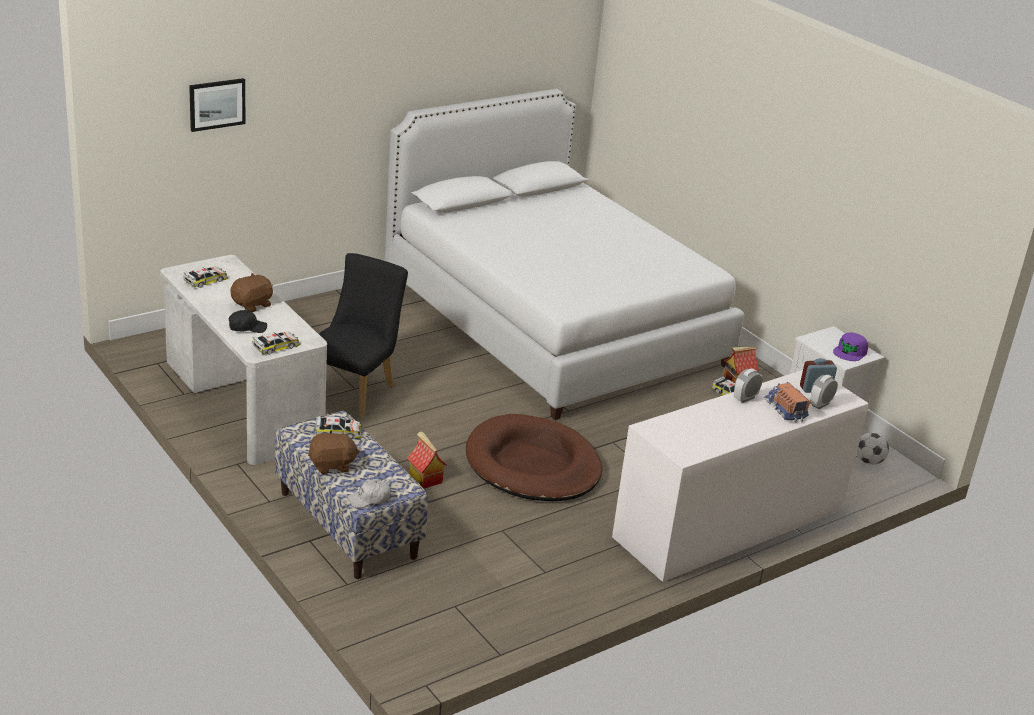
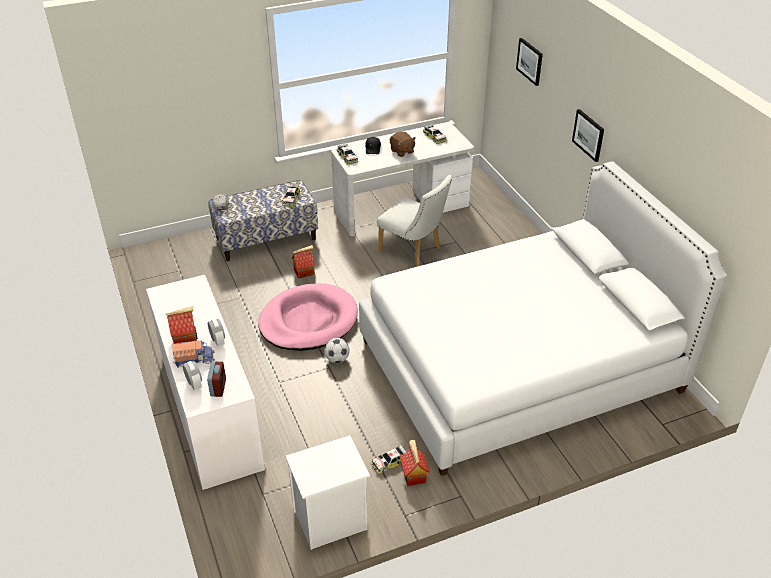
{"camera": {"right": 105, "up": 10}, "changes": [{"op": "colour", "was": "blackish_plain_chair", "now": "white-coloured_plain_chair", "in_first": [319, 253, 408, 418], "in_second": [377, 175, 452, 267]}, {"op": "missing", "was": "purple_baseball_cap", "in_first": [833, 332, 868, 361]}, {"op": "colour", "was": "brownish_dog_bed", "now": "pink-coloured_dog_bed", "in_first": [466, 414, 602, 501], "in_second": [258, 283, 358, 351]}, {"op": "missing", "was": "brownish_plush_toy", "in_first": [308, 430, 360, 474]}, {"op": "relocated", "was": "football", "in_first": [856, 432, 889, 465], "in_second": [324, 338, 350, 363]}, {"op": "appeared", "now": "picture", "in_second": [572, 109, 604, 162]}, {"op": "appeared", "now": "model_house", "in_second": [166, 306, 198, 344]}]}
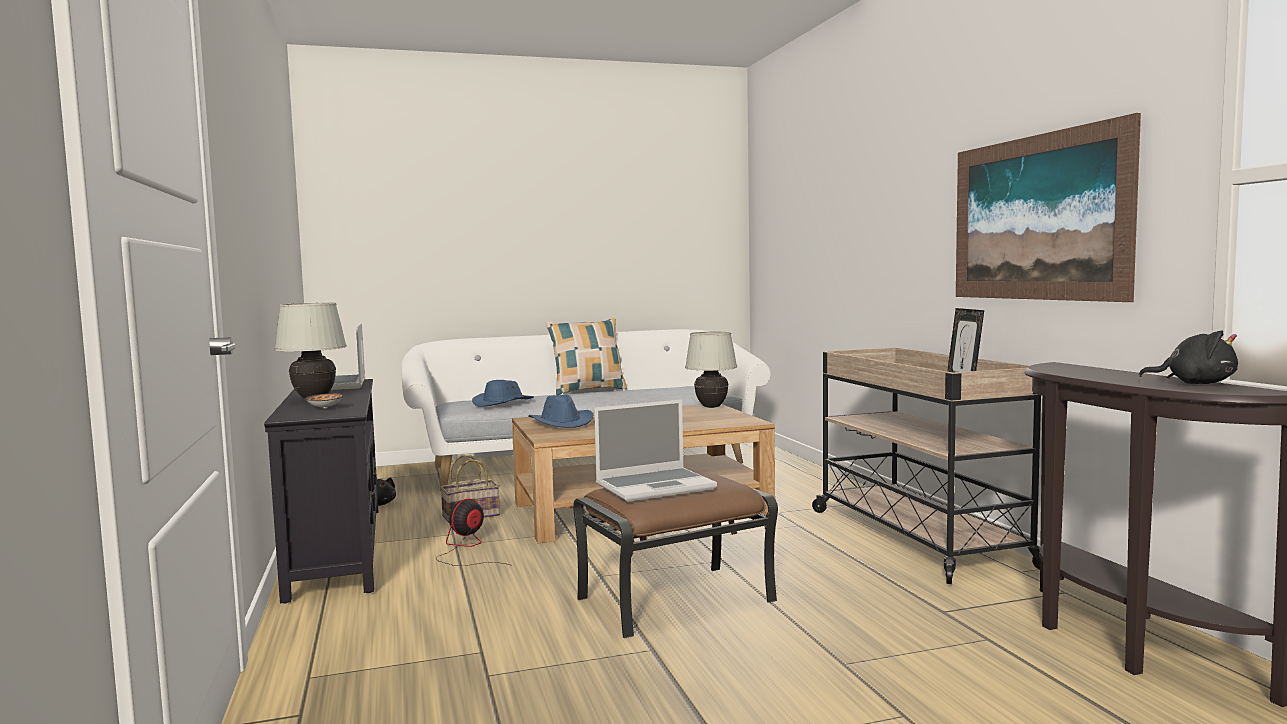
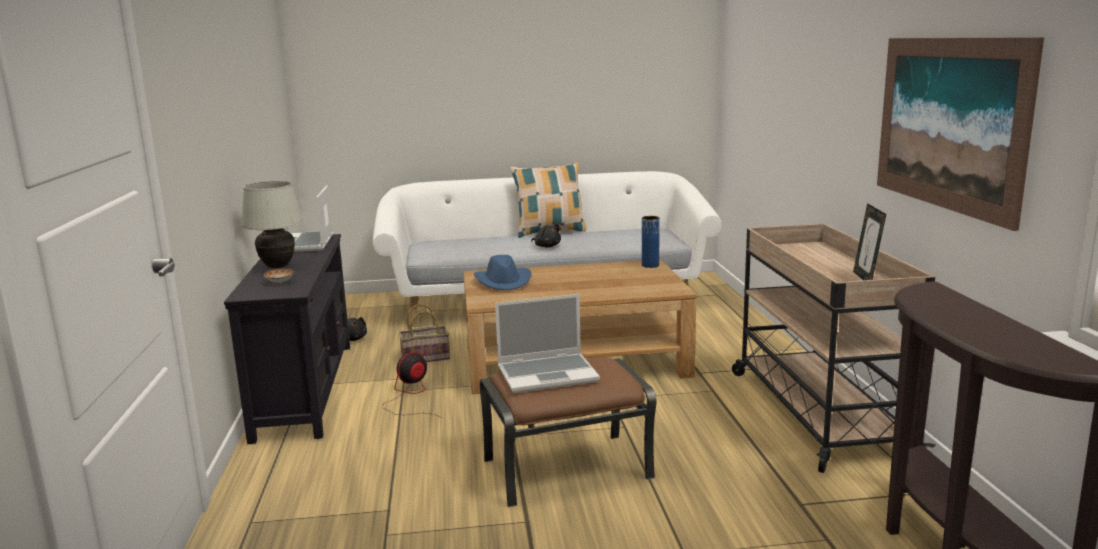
{"camera": {"right": 10, "up": 10}, "changes": [{"op": "relocated", "was": "blackish_plush_toy", "in_first": [1139, 331, 1238, 384], "in_second": [531, 224, 561, 247]}, {"op": "exchanged", "was": "white-coloured_tabletop_lamp", "now": "blue-coloured_flower_vase", "in_first": [685, 332, 737, 408], "in_second": [642, 216, 660, 268]}, {"op": "missing", "was": "blue-coloured_wearable_hat", "in_first": [472, 380, 534, 407]}]}
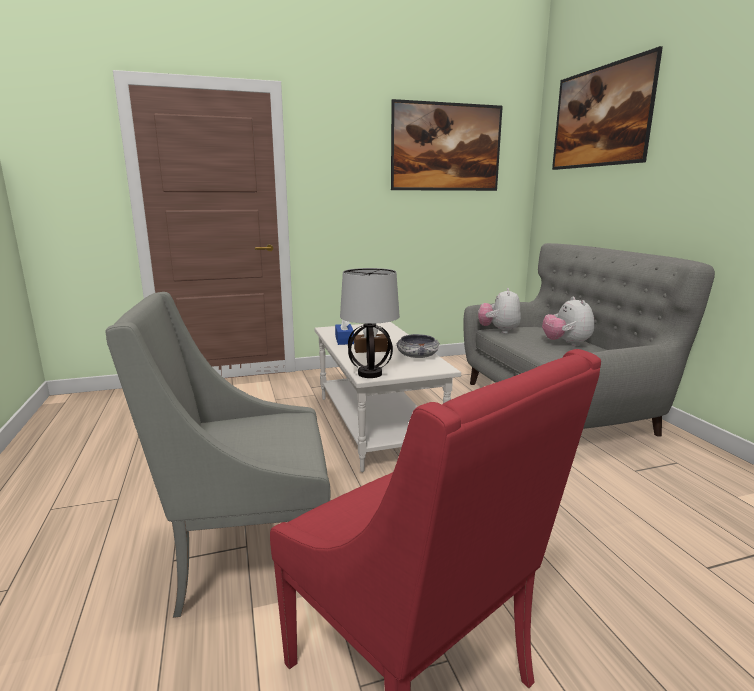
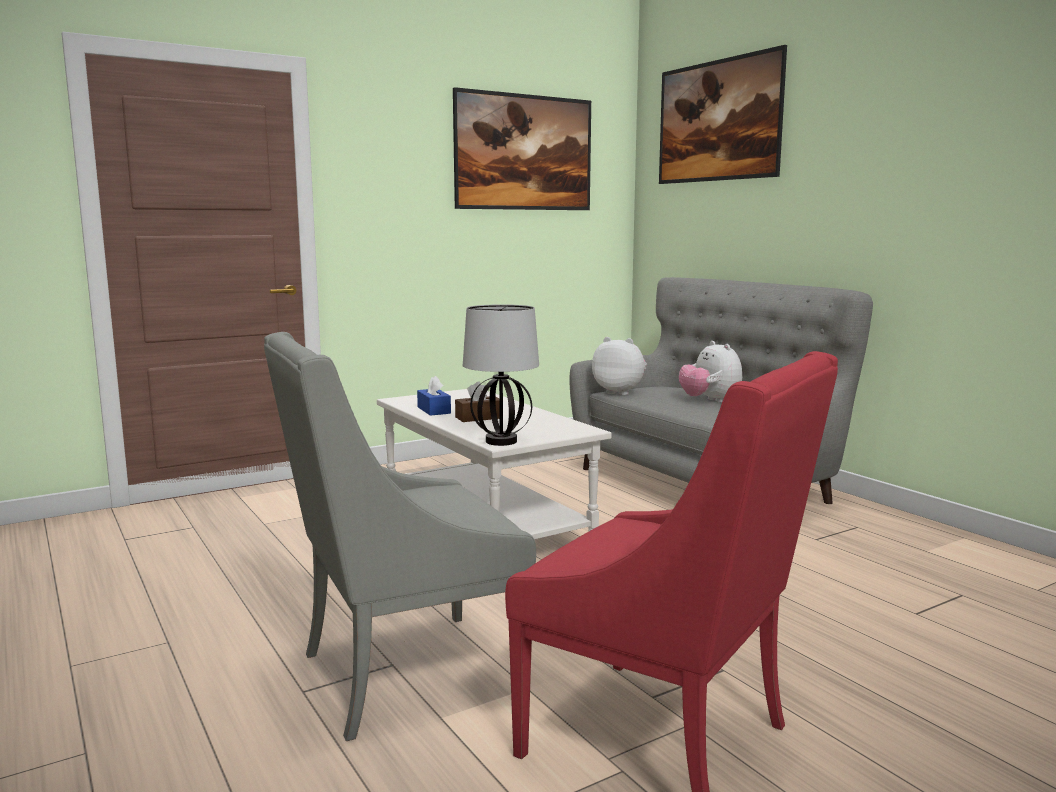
{"camera": {"right": -15, "up": -5}, "changes": [{"op": "spun", "was": "plush_toy", "in_first": [478, 288, 521, 333], "in_second": [592, 337, 647, 395], "clockwise": 120}, {"op": "missing", "was": "bowl", "in_first": [396, 334, 440, 358]}]}
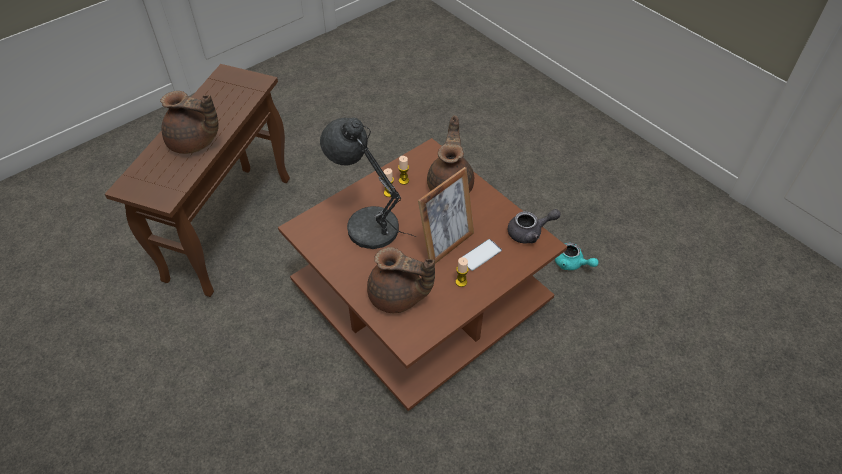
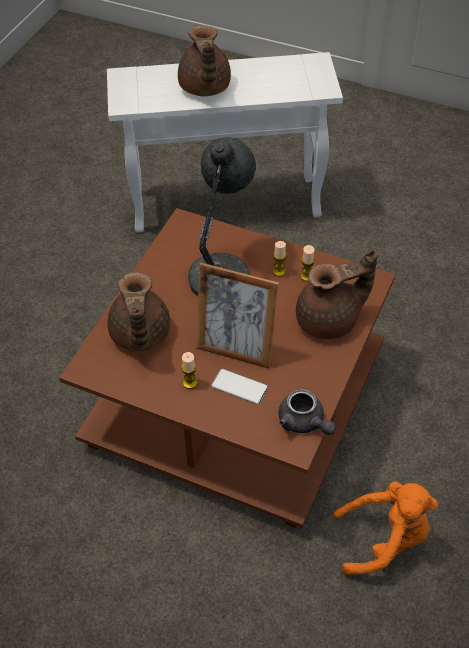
{"camera": {"right": 65, "up": 0}, "changes": [{"op": "colour", "was": "brownish_end_table", "now": "white-coloured_end_table", "in_first": [105, 64, 290, 297], "in_second": [107, 52, 343, 232]}, {"op": "exchanged", "was": "turquoise_pot_for_tea", "now": "orangey_plush_toy", "in_first": [555, 243, 599, 270], "in_second": [333, 481, 438, 575]}]}
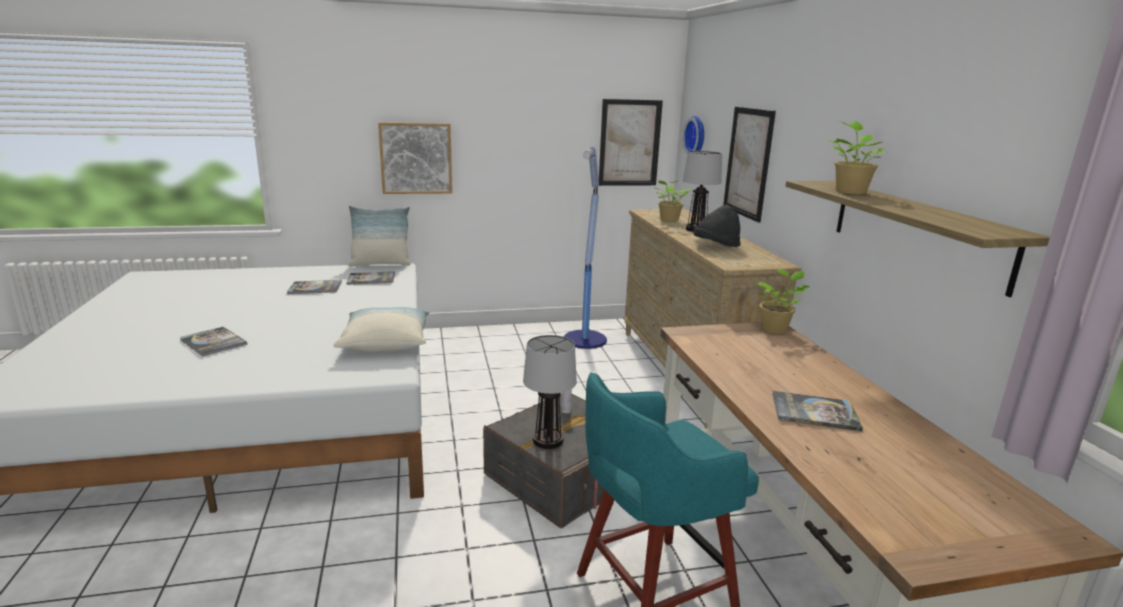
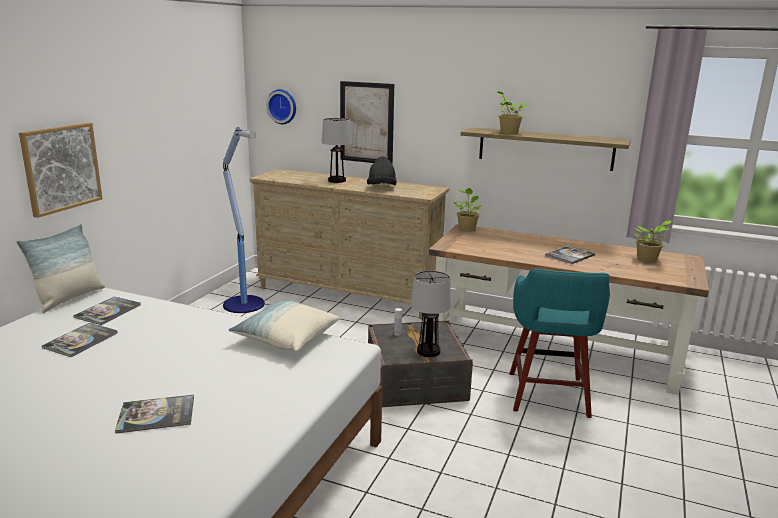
{"camera": {"right": -55, "up": 0}, "changes": [{"op": "missing", "was": "picture", "in_first": [599, 99, 663, 186]}, {"op": "relocated", "was": "plant_in_a_pot", "in_first": [654, 180, 691, 222], "in_second": [634, 220, 671, 263]}]}
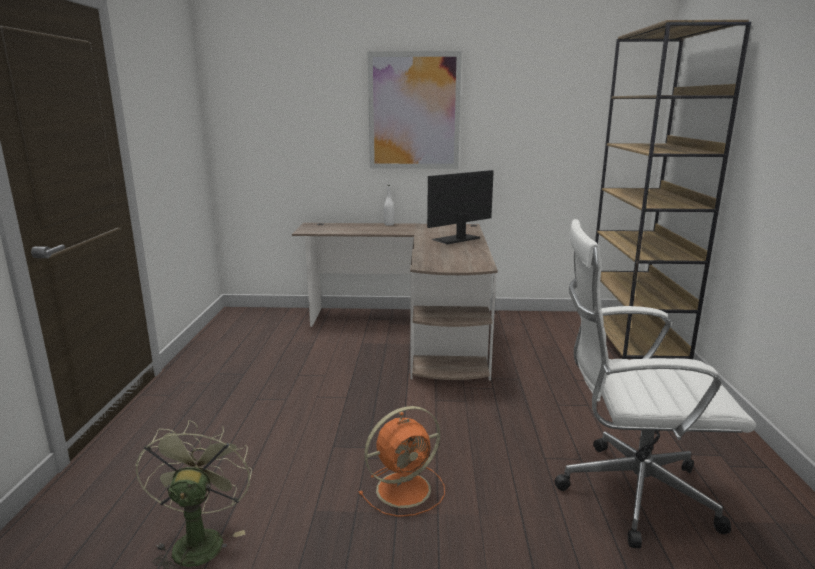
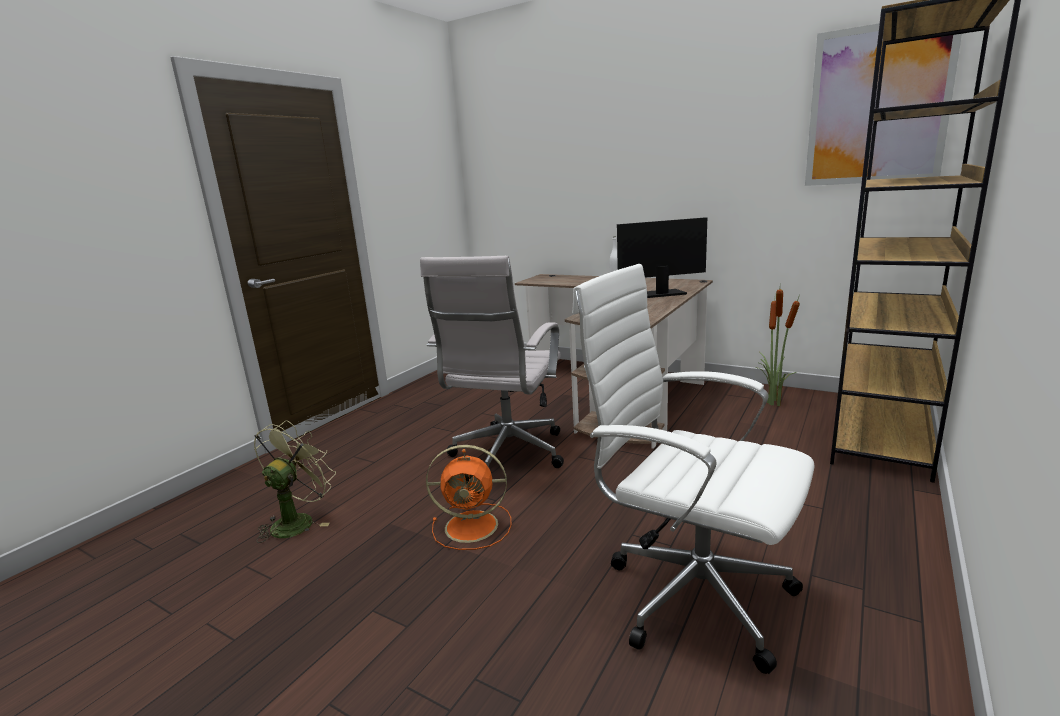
{"camera": {"right": 30, "up": 0}, "changes": [{"op": "relocated", "was": "picture", "in_first": [368, 51, 462, 169], "in_second": [805, 23, 962, 186]}, {"op": "appeared", "now": "white-coloured_office_chair", "in_second": [420, 256, 564, 468]}, {"op": "appeared", "now": "plant_in_a_pot", "in_second": [755, 289, 800, 406]}]}
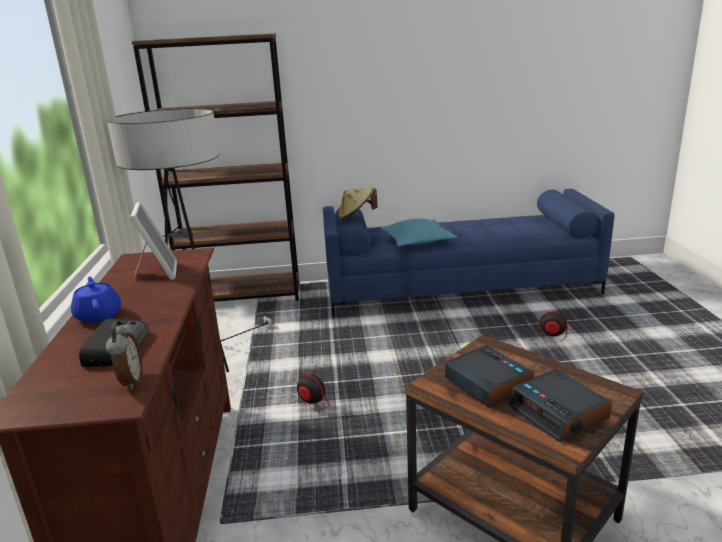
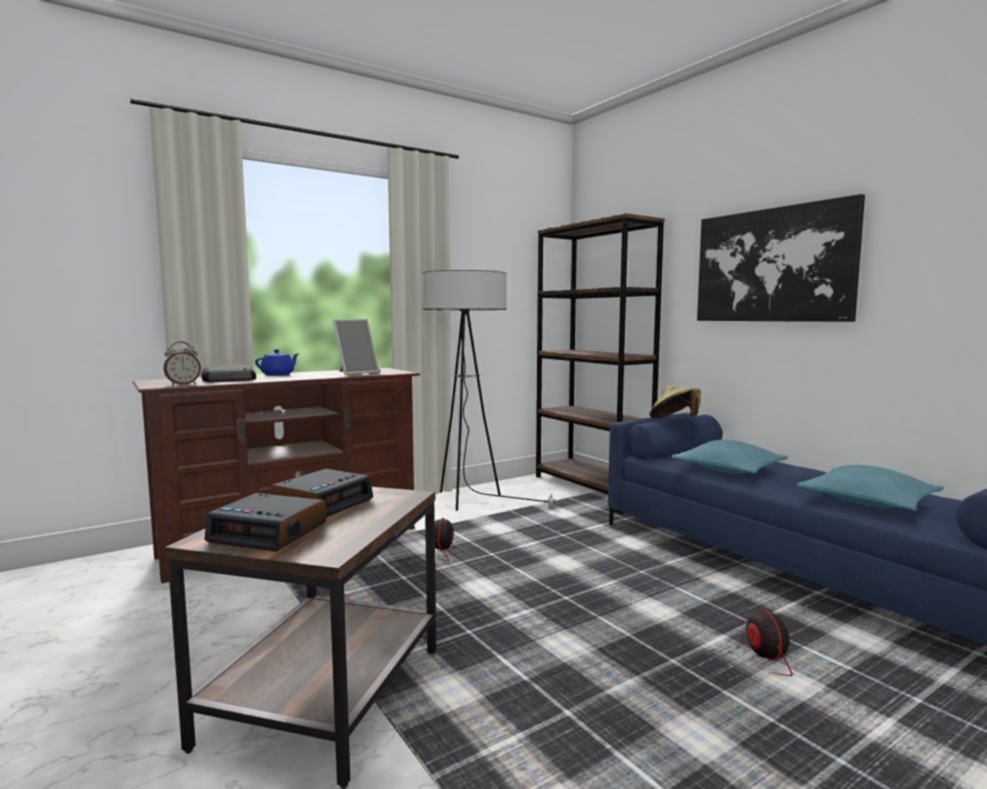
{"camera": {"right": 60, "up": -15}, "changes": [{"op": "spun", "was": "table_clock", "in_first": [509, 369, 612, 442], "in_second": [204, 493, 326, 552], "clockwise": -105}, {"op": "appeared", "now": "picture", "in_second": [697, 194, 865, 322]}, {"op": "appeared", "now": "turquoise_throw_pillow", "in_second": [797, 465, 944, 511]}]}
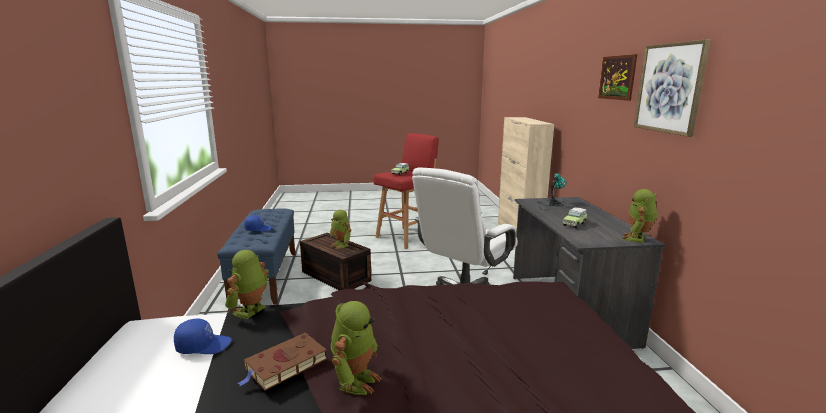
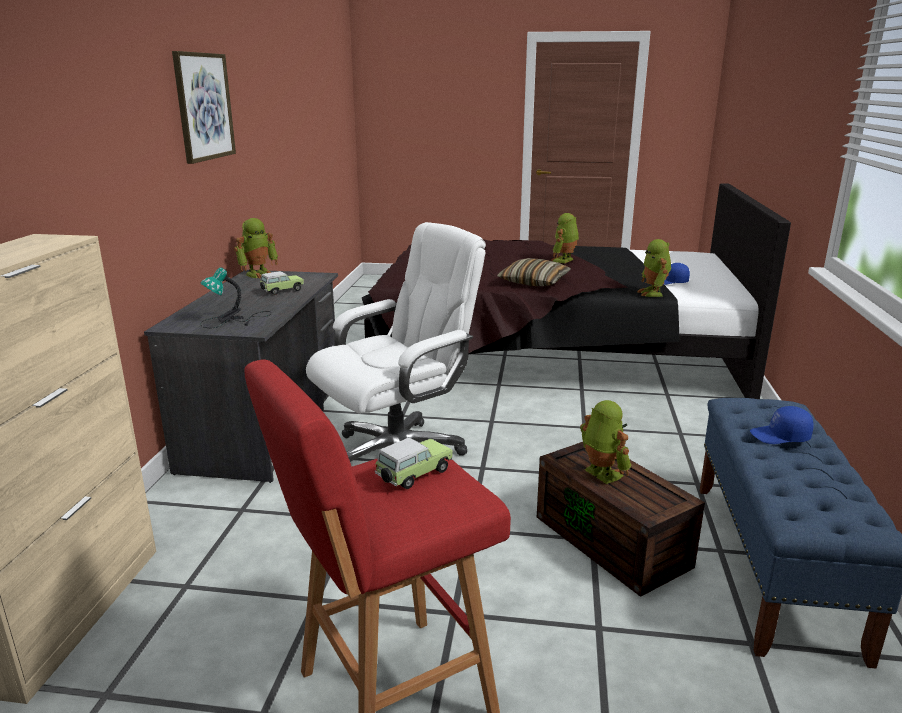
{"camera": {"right": -165, "up": 5}, "changes": [{"op": "missing", "was": "picture", "in_first": [598, 54, 637, 101]}, {"op": "spun", "was": "robot_figure", "in_first": [225, 250, 269, 319], "in_second": [637, 239, 671, 297], "clockwise": 135}, {"op": "missing", "was": "brownish_bound_book", "in_first": [238, 333, 327, 391]}, {"op": "appeared", "now": "throw_pillow", "in_second": [497, 258, 571, 286]}]}
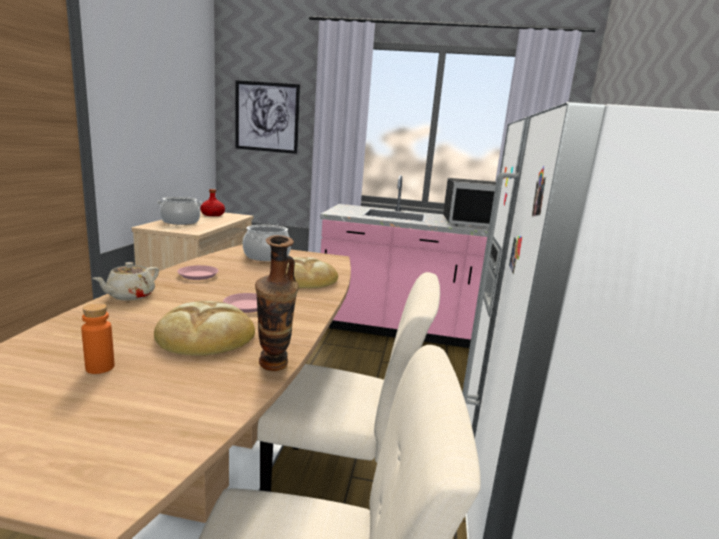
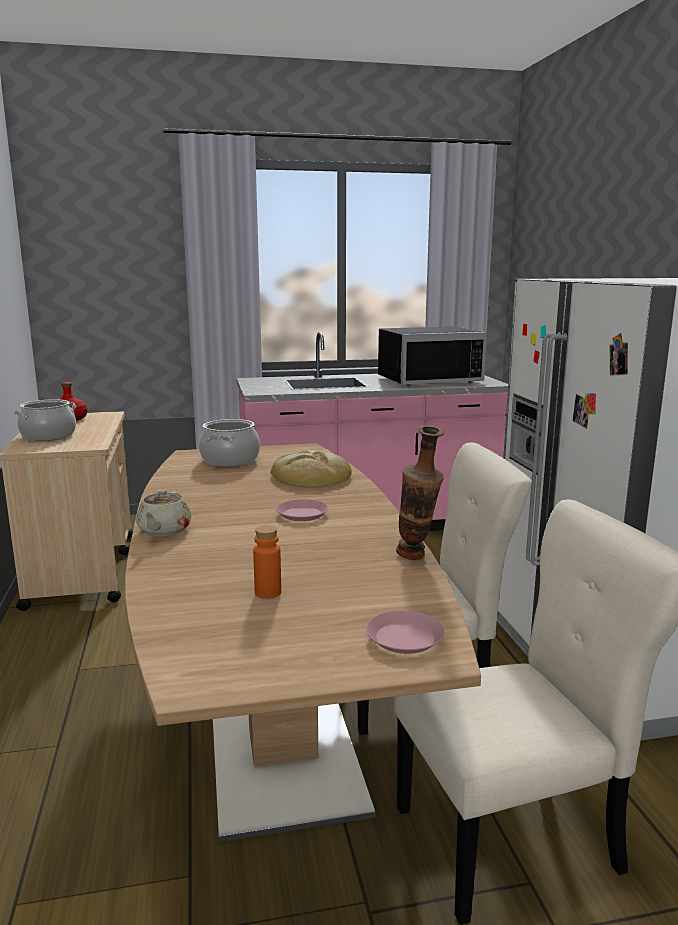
{"camera": {"right": -20, "up": 0}, "changes": [{"op": "missing", "was": "picture", "in_first": [235, 80, 300, 154]}, {"op": "relocated", "was": "pink-coloured_flat_dish", "in_first": [177, 265, 219, 280], "in_second": [366, 610, 445, 654]}, {"op": "missing", "was": "bread", "in_first": [154, 301, 255, 356]}]}
